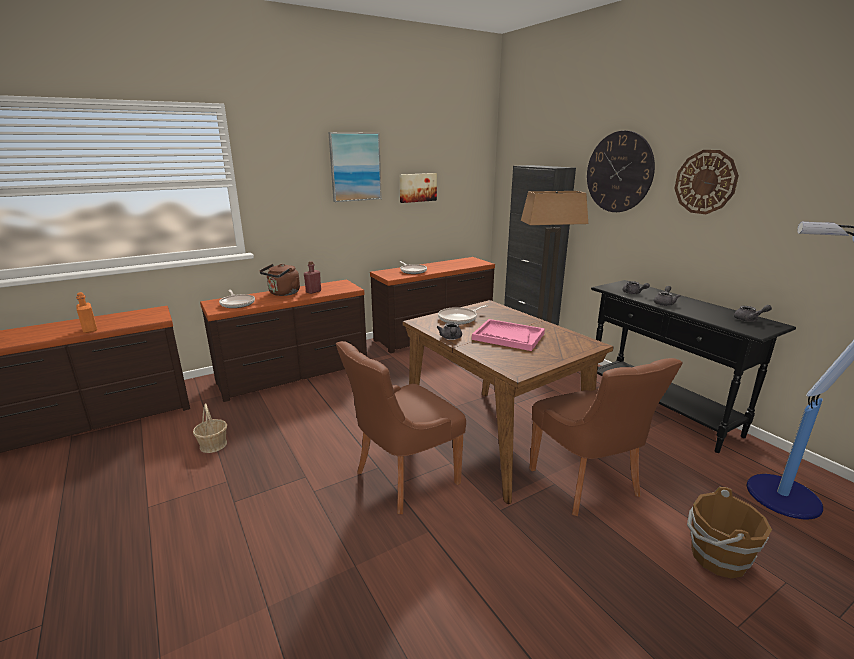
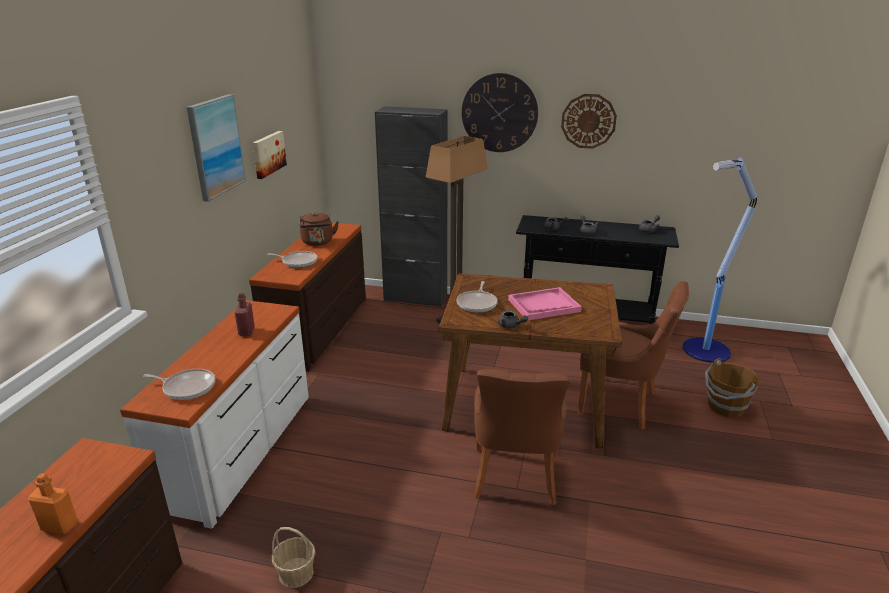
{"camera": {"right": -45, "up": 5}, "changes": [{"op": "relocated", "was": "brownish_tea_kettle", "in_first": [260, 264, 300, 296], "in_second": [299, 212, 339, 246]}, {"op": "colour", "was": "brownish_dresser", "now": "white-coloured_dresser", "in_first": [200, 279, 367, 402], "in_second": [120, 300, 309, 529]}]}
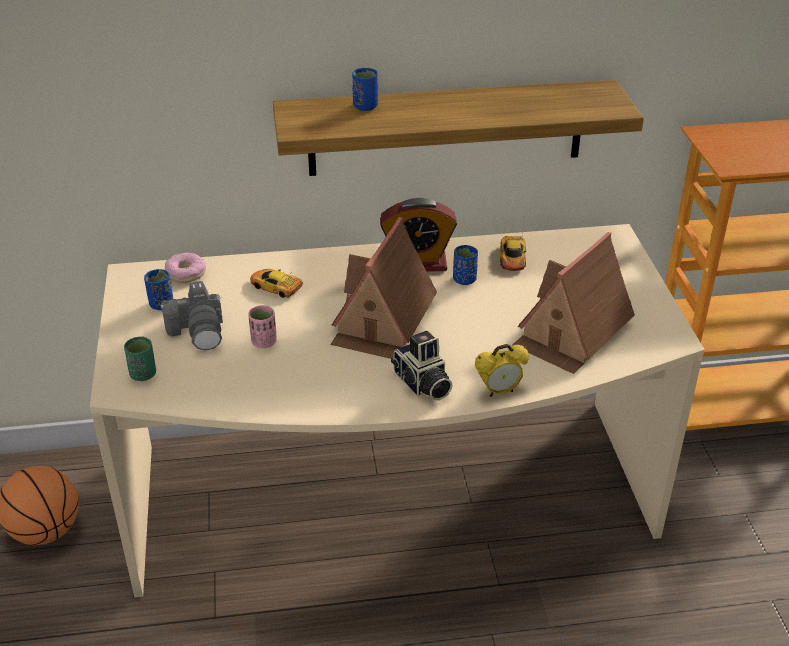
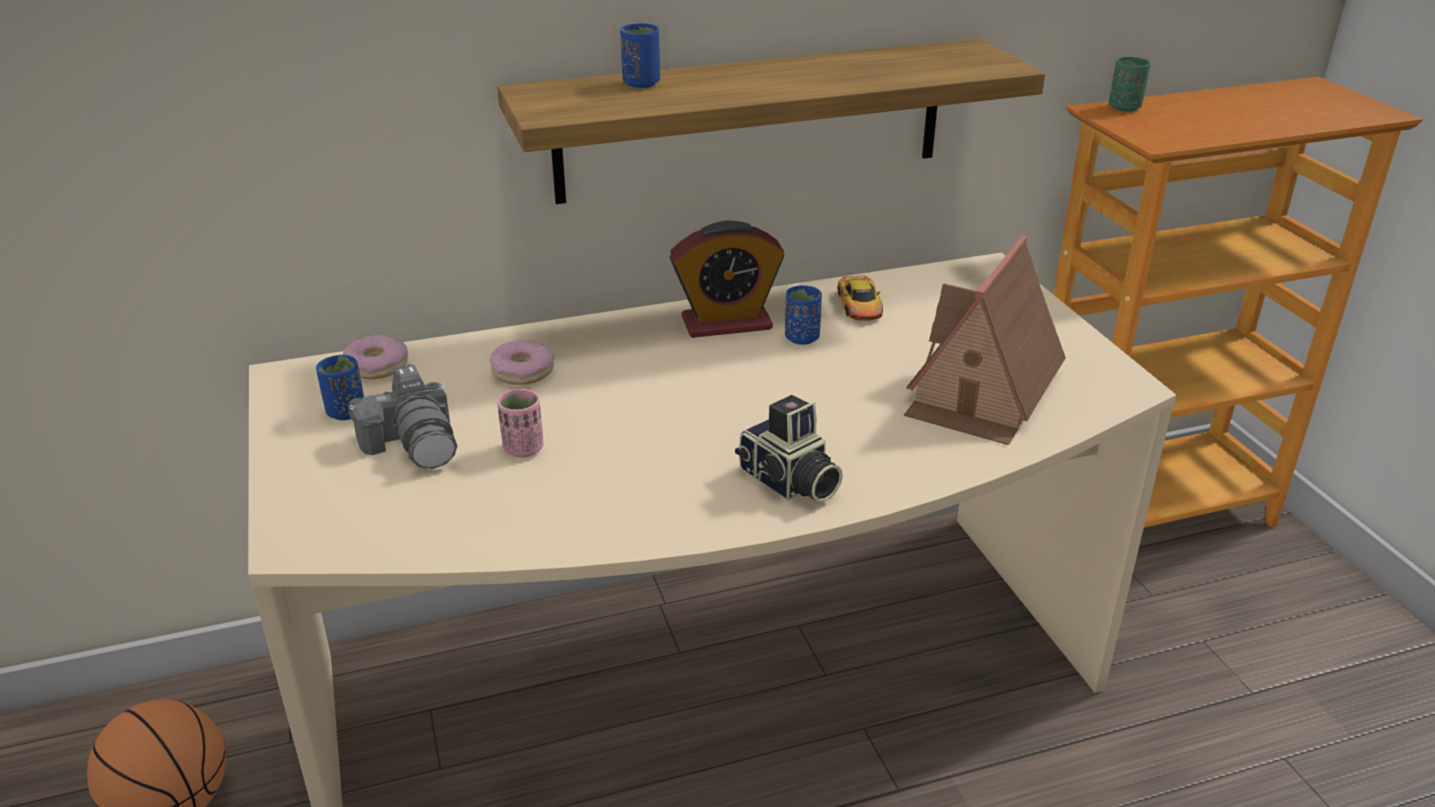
{"camera": {"right": -10, "up": -5}, "changes": [{"op": "missing", "was": "model_house", "in_first": [330, 217, 437, 359]}, {"op": "exchanged", "was": "toy_car", "now": "donut", "in_first": [250, 269, 303, 298], "in_second": [490, 340, 555, 385]}, {"op": "relocated", "was": "greenish_cup", "in_first": [124, 337, 156, 381], "in_second": [1109, 56, 1151, 112]}, {"op": "missing", "was": "table_clock", "in_first": [475, 344, 529, 397]}]}
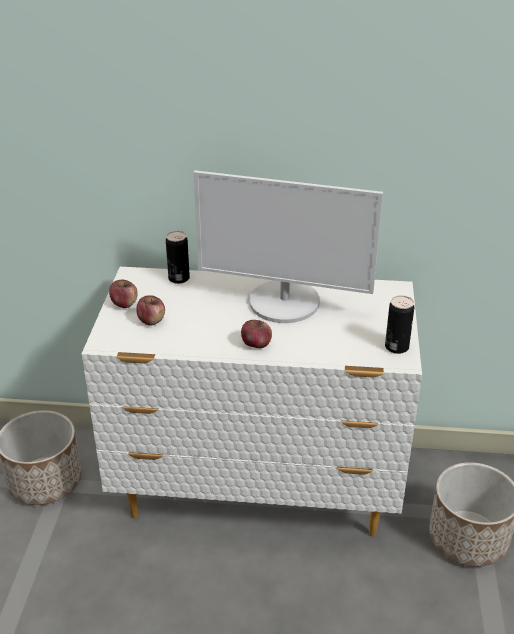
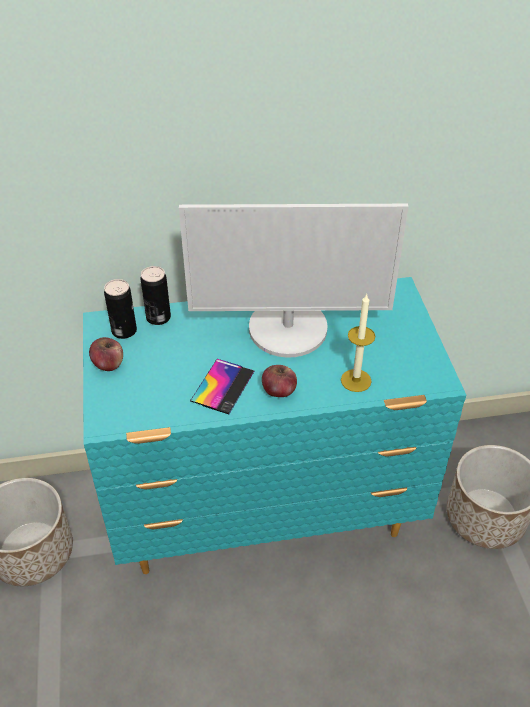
{"camera": {"right": -15, "up": 10}, "changes": [{"op": "colour", "was": "white-coloured_dresser", "now": "turquoise_dresser", "in_first": [82, 267, 422, 537], "in_second": [83, 277, 466, 574]}, {"op": "missing", "was": "apple_fruit", "in_first": [136, 295, 165, 326]}, {"op": "relocated", "was": "metal_can", "in_first": [385, 295, 414, 354], "in_second": [104, 279, 137, 339]}, {"op": "appeared", "now": "wax_light", "in_second": [341, 294, 375, 392]}, {"op": "appeared", "now": "handset", "in_second": [190, 359, 254, 414]}]}
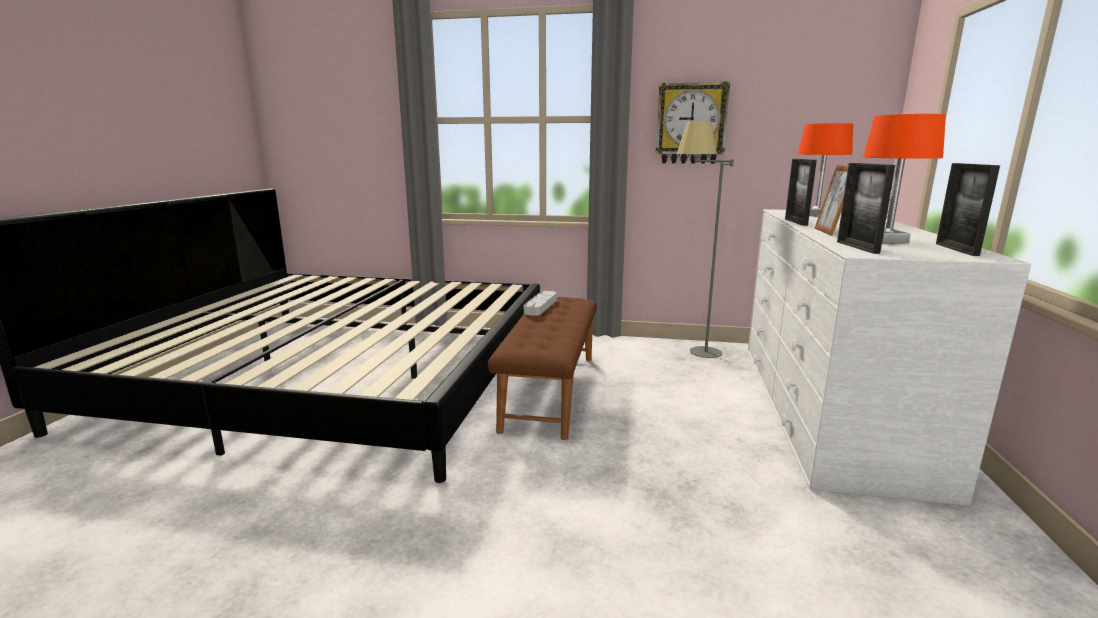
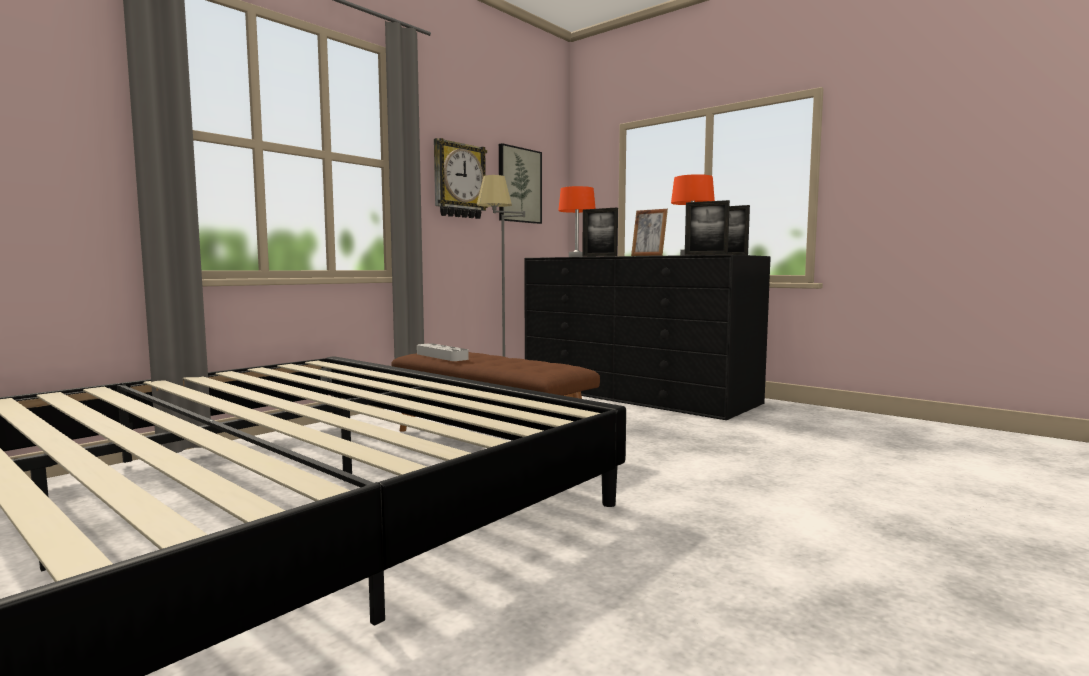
{"camera": {"right": -60, "up": -10}, "changes": [{"op": "colour", "was": "white-coloured_dresser", "now": "blackish_dresser", "in_first": [748, 209, 1031, 506], "in_second": [524, 255, 771, 420]}, {"op": "appeared", "now": "picture", "in_second": [499, 143, 542, 224]}]}
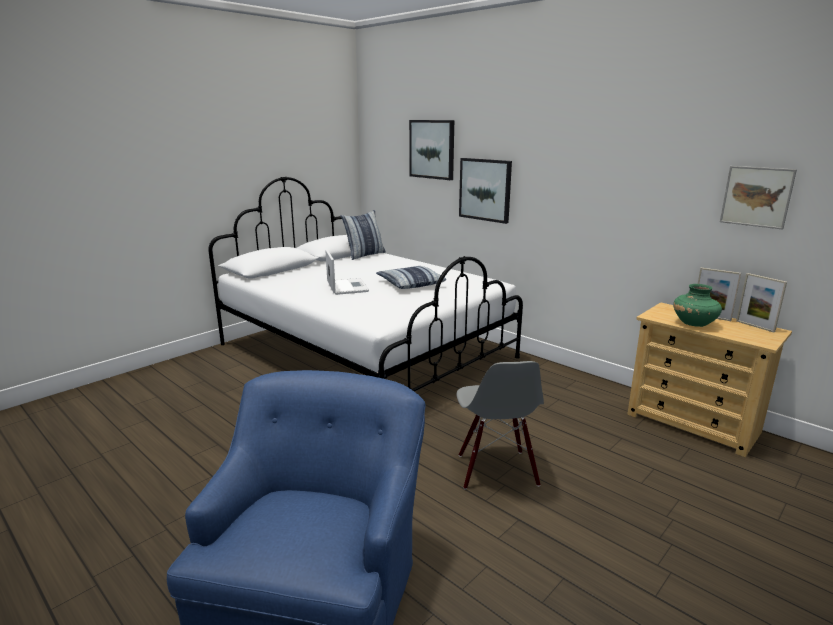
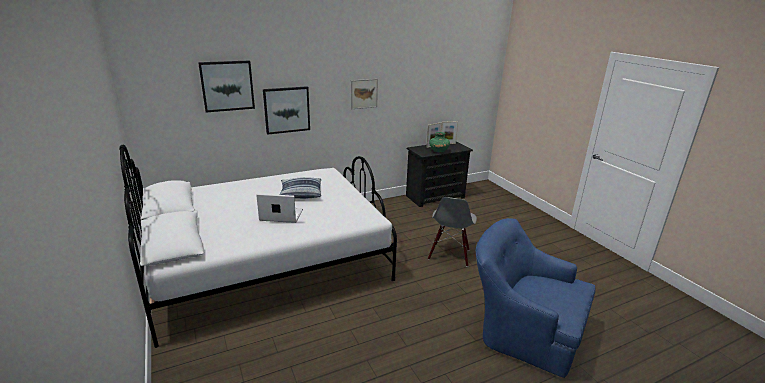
{"camera": {"right": -70, "up": 5}, "changes": [{"op": "relocated", "was": "picture", "in_first": [720, 166, 797, 230], "in_second": [351, 79, 378, 109]}, {"op": "missing", "was": "throw_pillow", "in_first": [341, 210, 385, 260]}, {"op": "colour", "was": "sand-coloured_dresser", "now": "blackish_dresser", "in_first": [627, 302, 792, 457], "in_second": [406, 141, 473, 207]}, {"op": "spun", "was": "gray_plain_chair", "in_first": [457, 361, 544, 489], "in_second": [428, 197, 477, 267], "clockwise": 90}]}
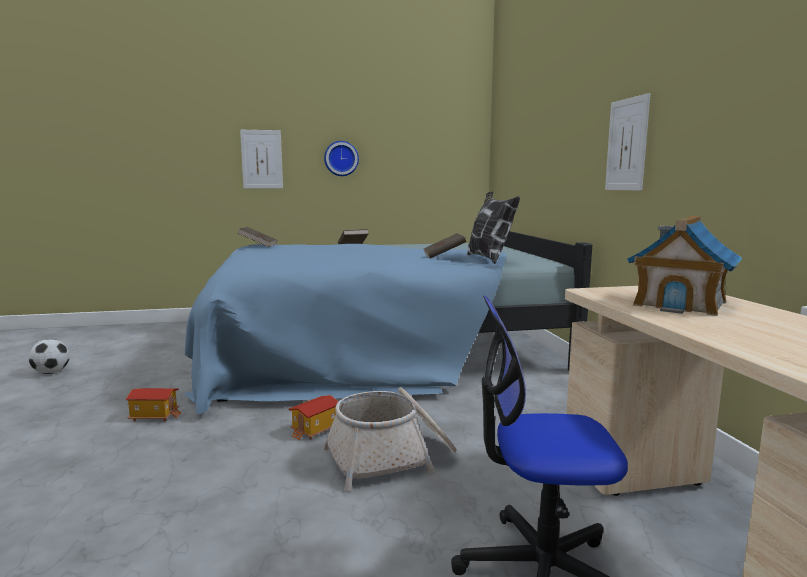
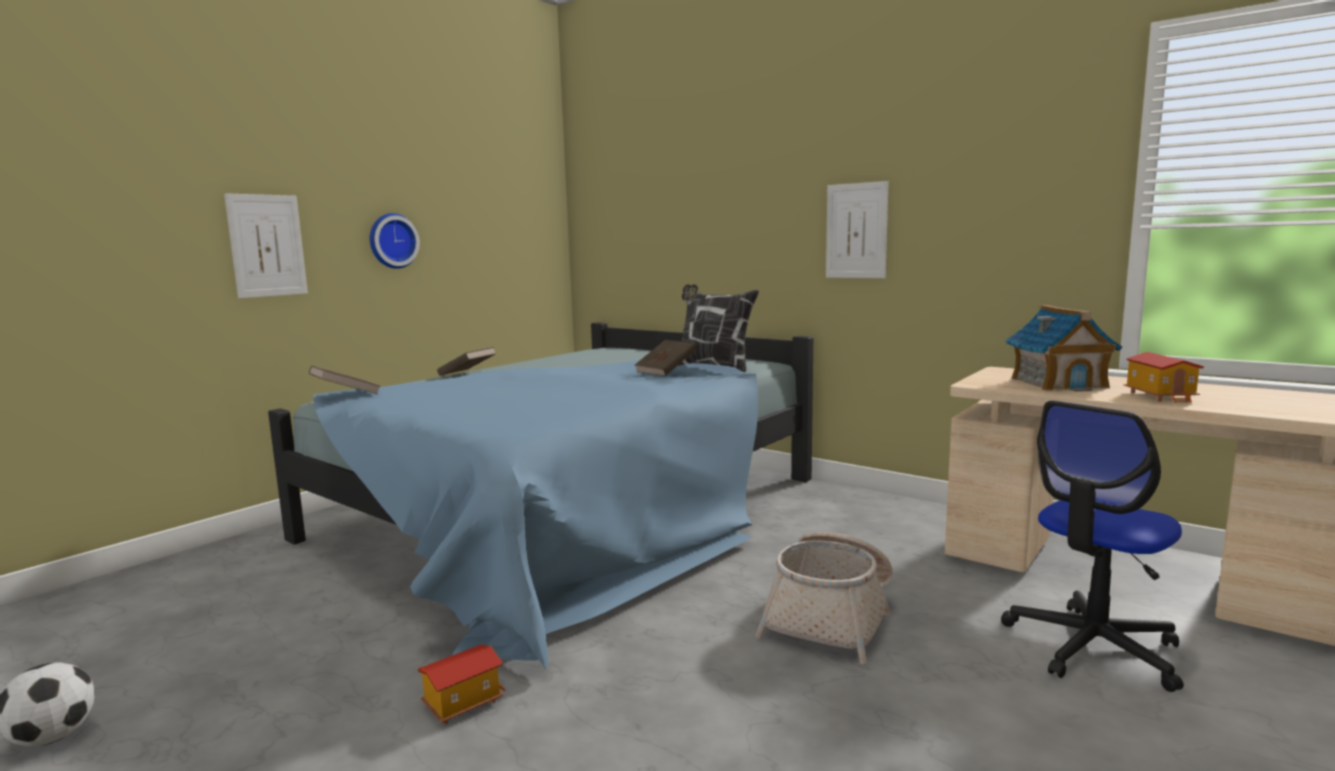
{"camera": {"right": -40, "up": 0}, "changes": [{"op": "relocated", "was": "model_house", "in_first": [289, 395, 339, 440], "in_second": [1123, 352, 1204, 403]}]}
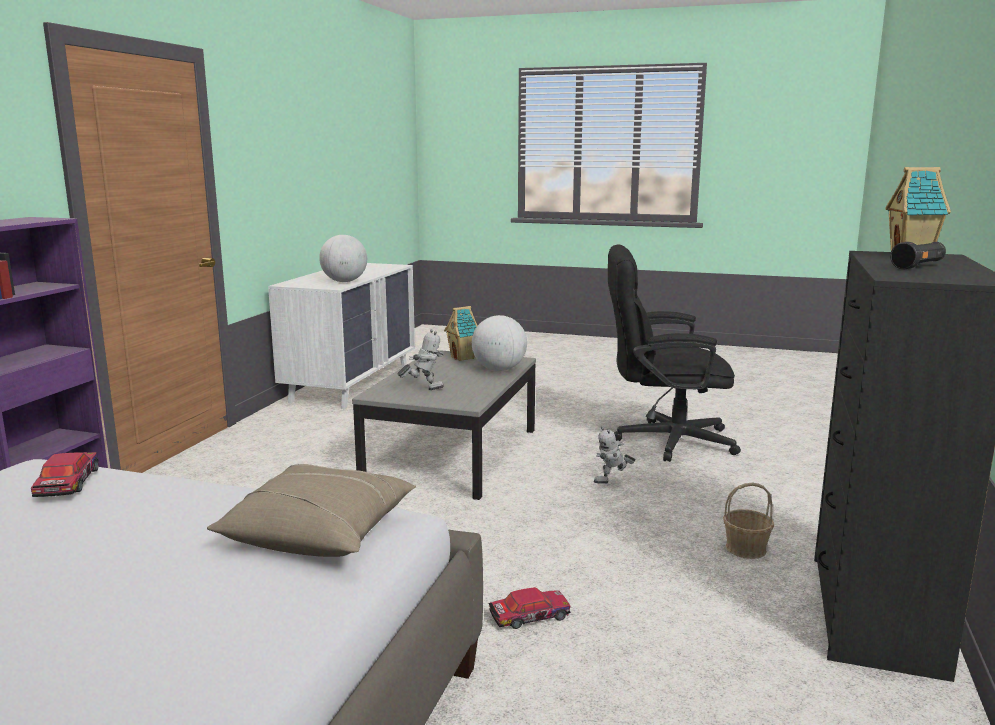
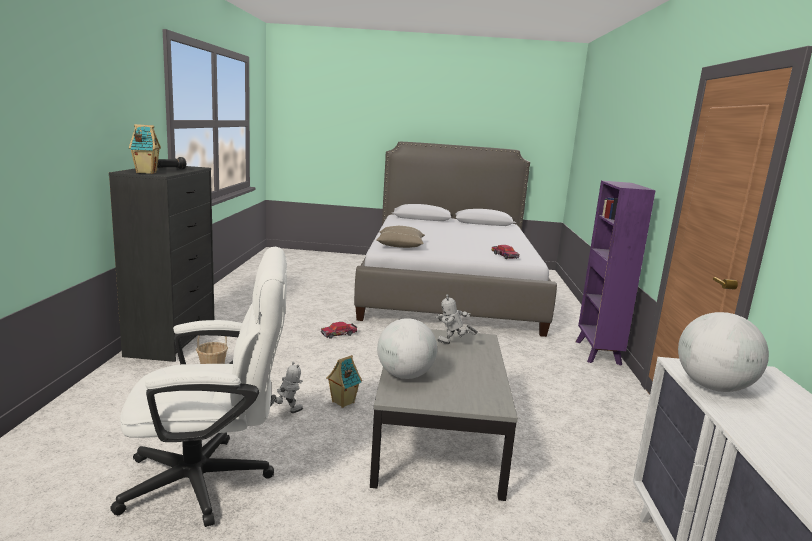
{"camera": {"right": 165, "up": 0}, "changes": [{"op": "colour", "was": "blackish_office_chair", "now": "white-coloured_office_chair", "in_first": [608, 244, 741, 462], "in_second": [110, 247, 287, 527]}, {"op": "relocated", "was": "model_house", "in_first": [444, 306, 478, 361], "in_second": [326, 355, 362, 408]}, {"op": "spun", "was": "robot_figure", "in_first": [398, 329, 444, 390], "in_second": [436, 294, 478, 344], "clockwise": 45}]}
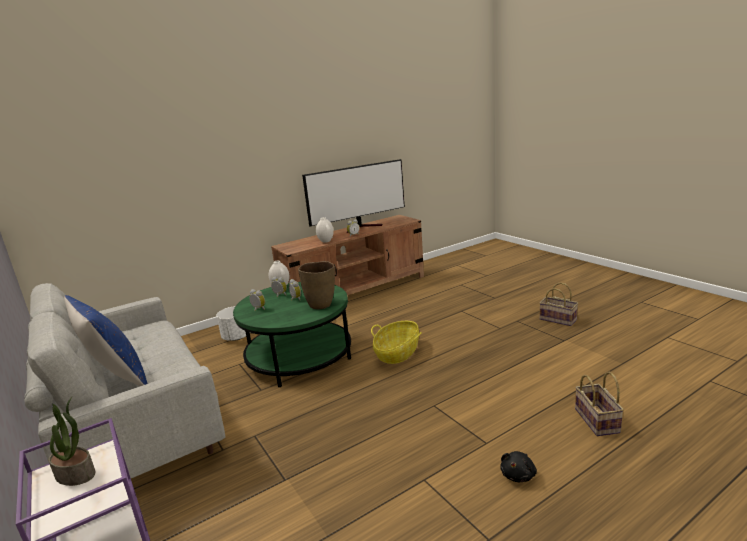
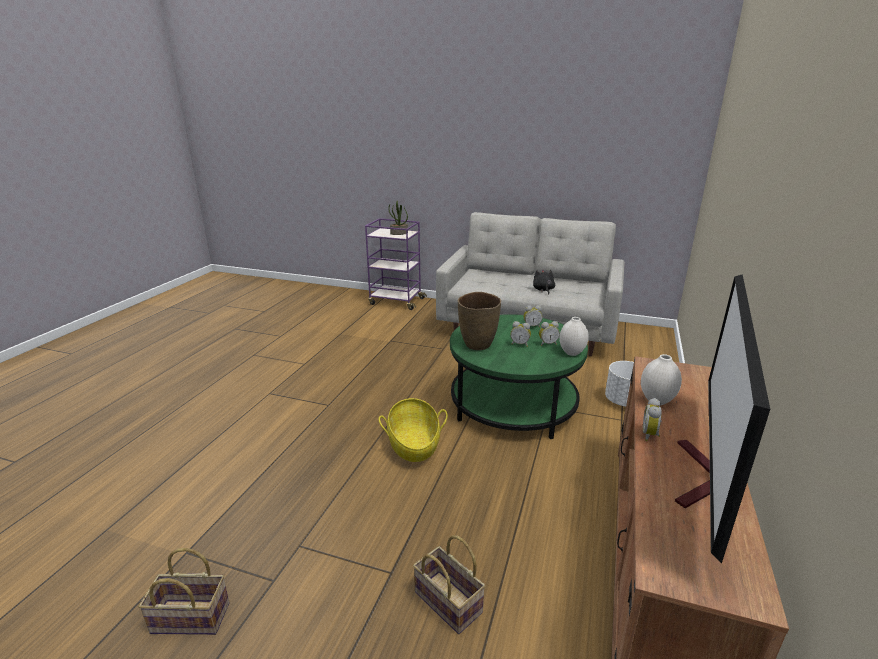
{"camera": {"right": 140, "up": 5}, "changes": [{"op": "missing", "was": "blue-coloured_throw_pillow", "in_first": [64, 295, 148, 386]}, {"op": "relocated", "was": "household_basket", "in_first": [575, 372, 624, 436], "in_second": [413, 535, 486, 634]}, {"op": "relocated", "was": "blackish_plush_toy", "in_first": [500, 451, 537, 482], "in_second": [533, 270, 555, 295]}]}
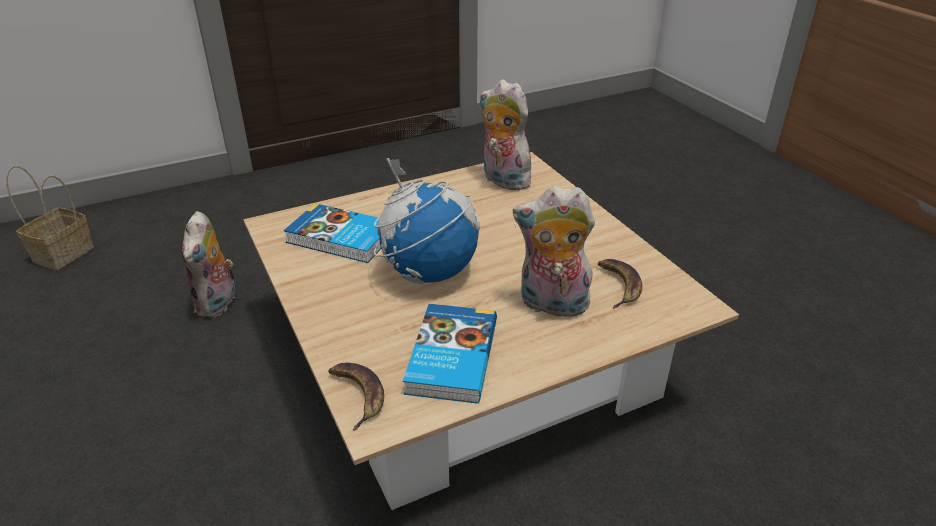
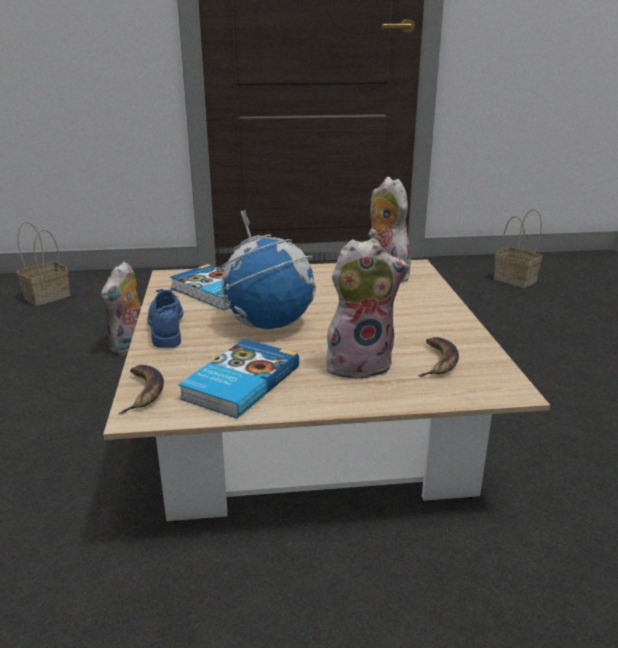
{"camera": {"right": 20, "up": -10}, "changes": [{"op": "spun", "was": "plush_toy", "in_first": [513, 186, 595, 321], "in_second": [326, 239, 409, 381], "clockwise": 135}, {"op": "appeared", "now": "household_basket", "in_second": [494, 209, 543, 288]}, {"op": "appeared", "now": "blue-coloured_low_shoe", "in_second": [147, 289, 183, 348]}]}
